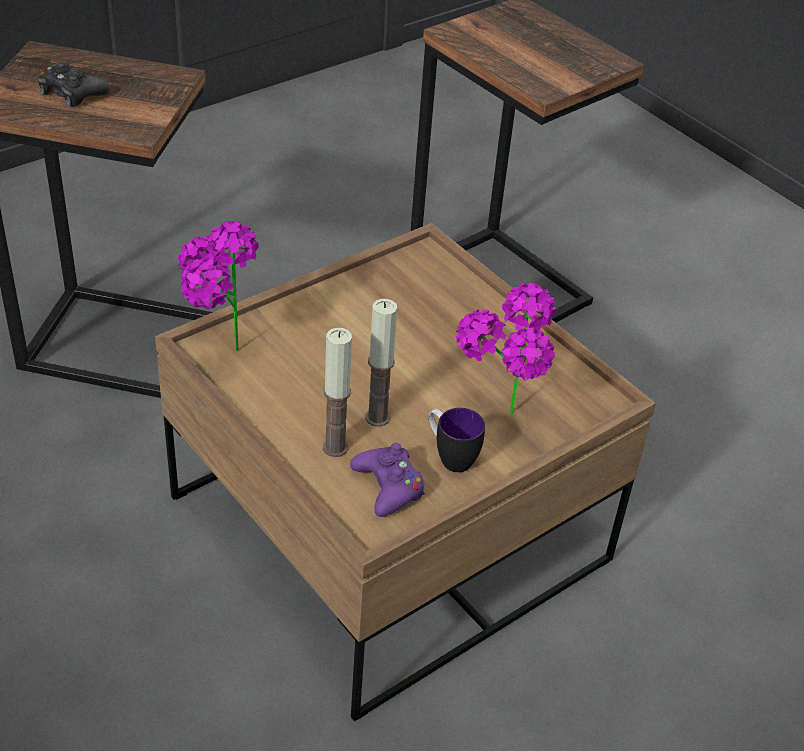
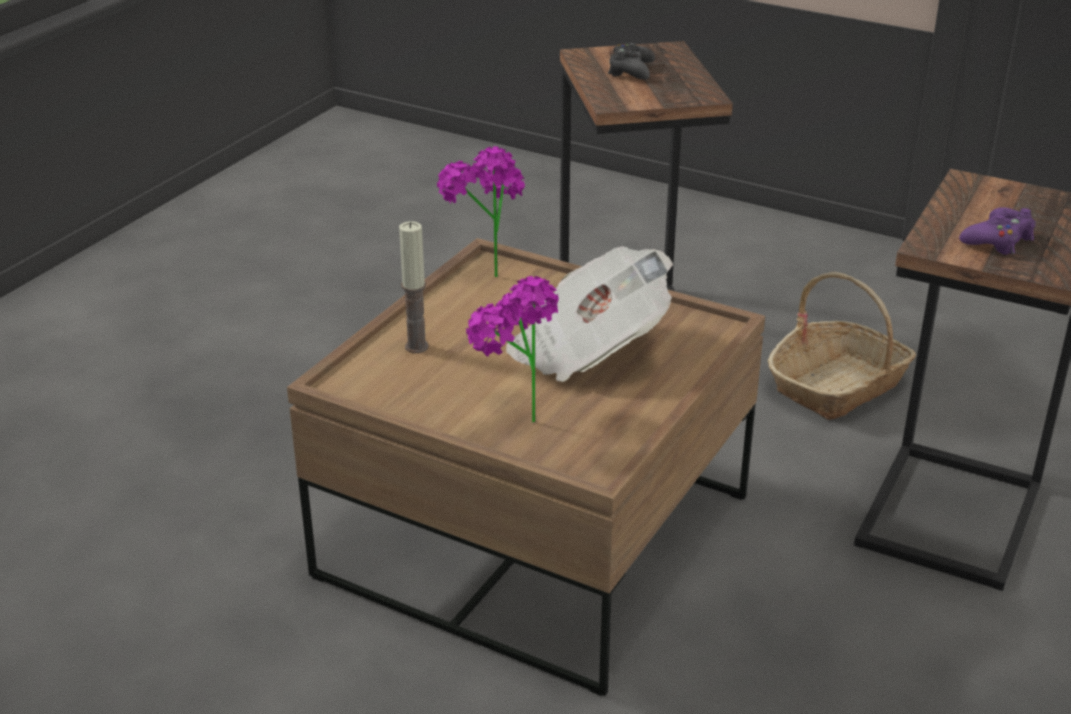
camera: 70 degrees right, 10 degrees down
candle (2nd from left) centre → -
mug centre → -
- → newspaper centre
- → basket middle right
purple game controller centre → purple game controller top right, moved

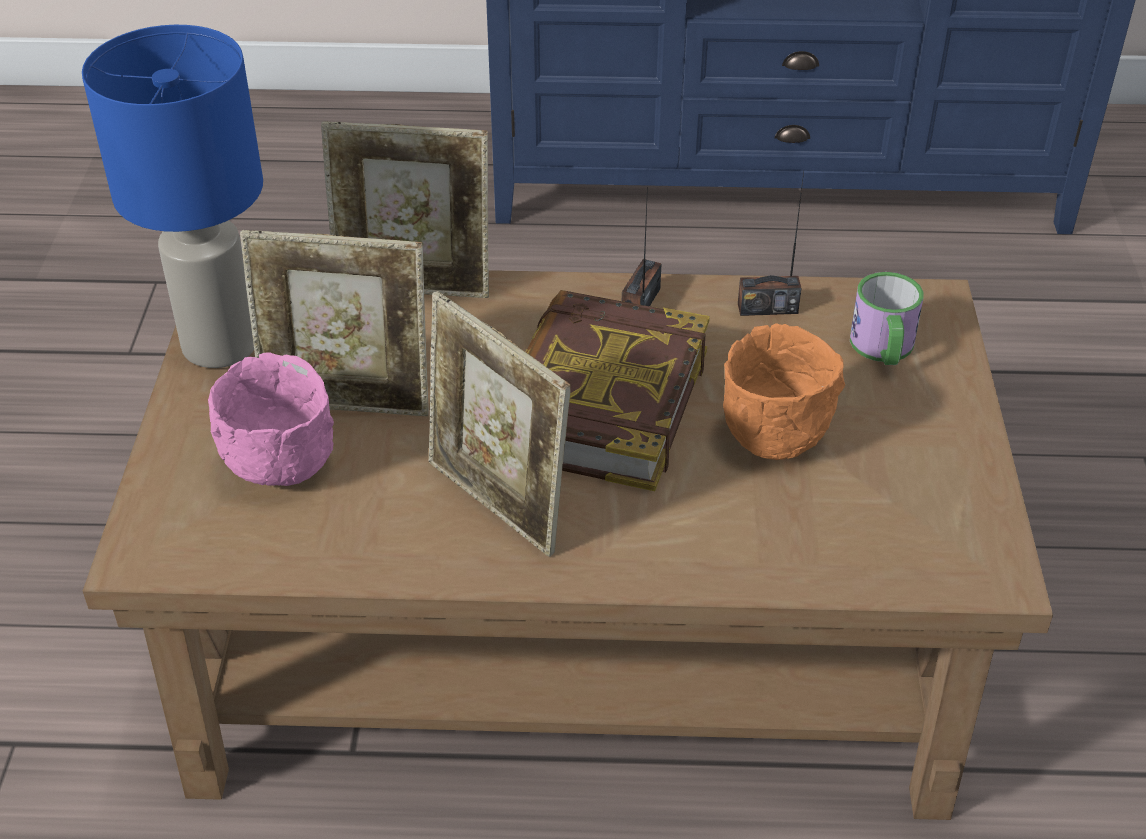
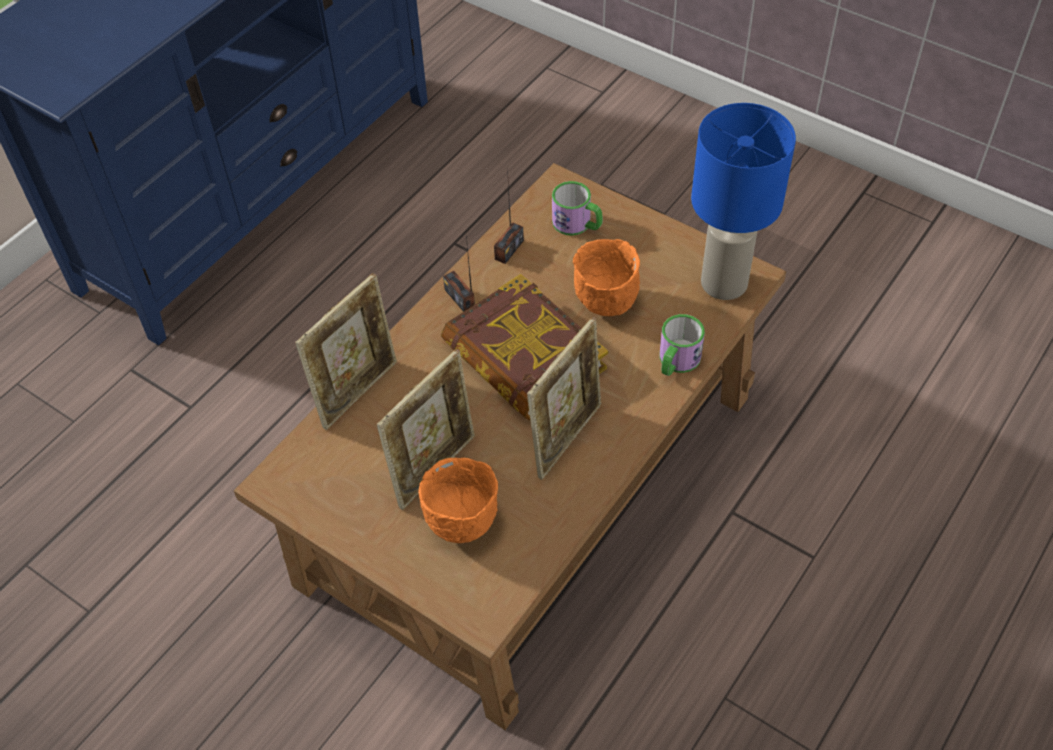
camera: 55 degrees left, 10 degrees up
- → mug (2nd from left) centre
blue table lamp top left → blue table lamp top right, moved
pink bowl middle left → orange bowl (1st from left) bottom centre
picture frame (3rd from left) centre, 45 degrees counterclockwise

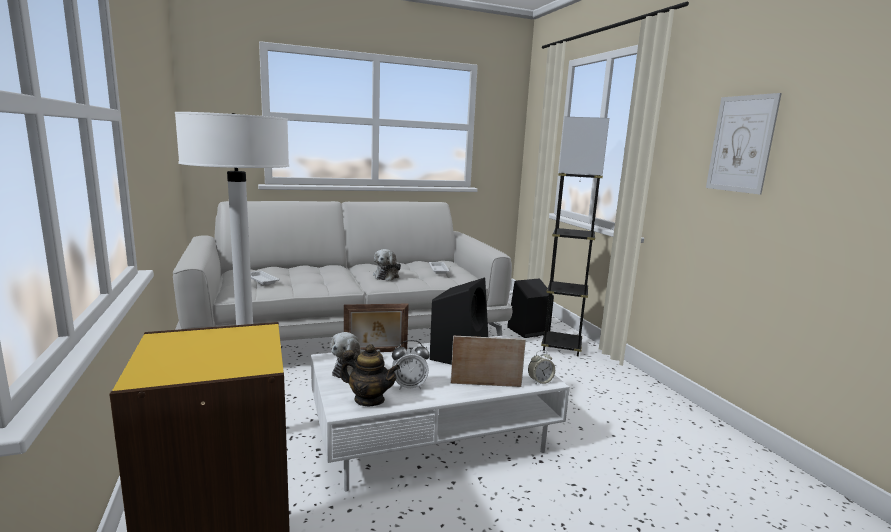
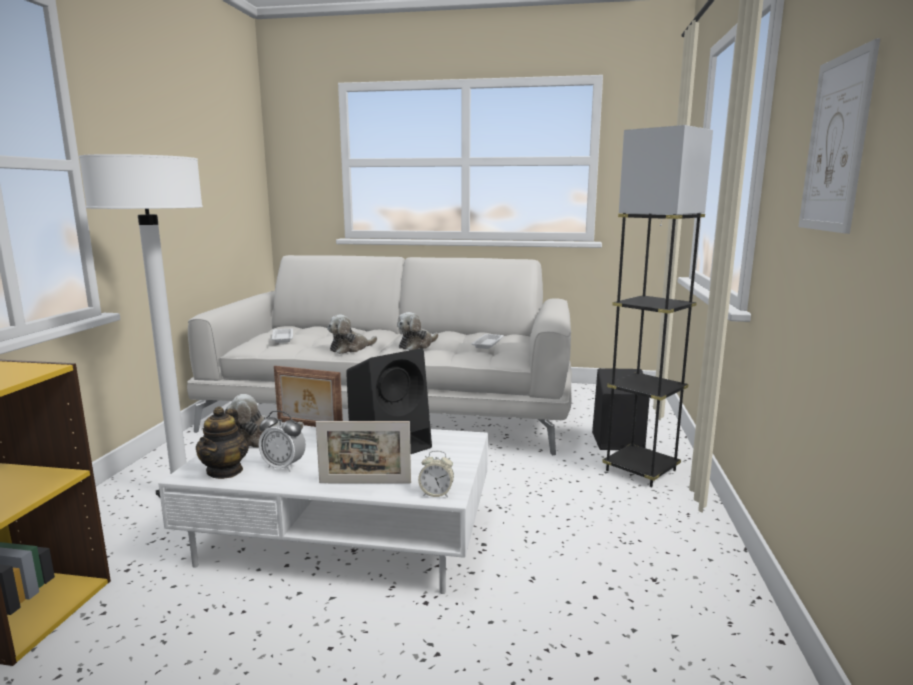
camera: 30 degrees right, 0 degrees up
- → plush toy (2nd from left) centre
teapot bottom centre → teapot middle left, 45 degrees clockwise
picture frame (2nd from left) bottom centre → picture frame (2nd from left) centre, 150 degrees clockwise

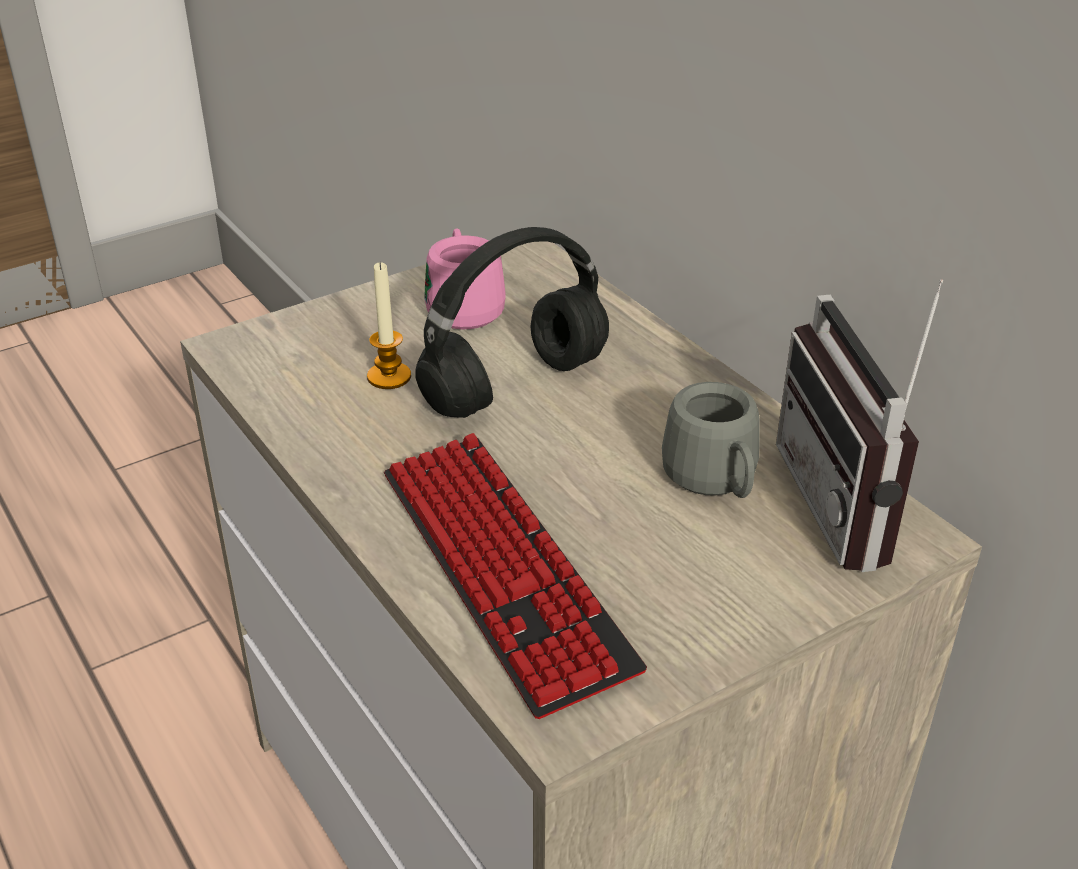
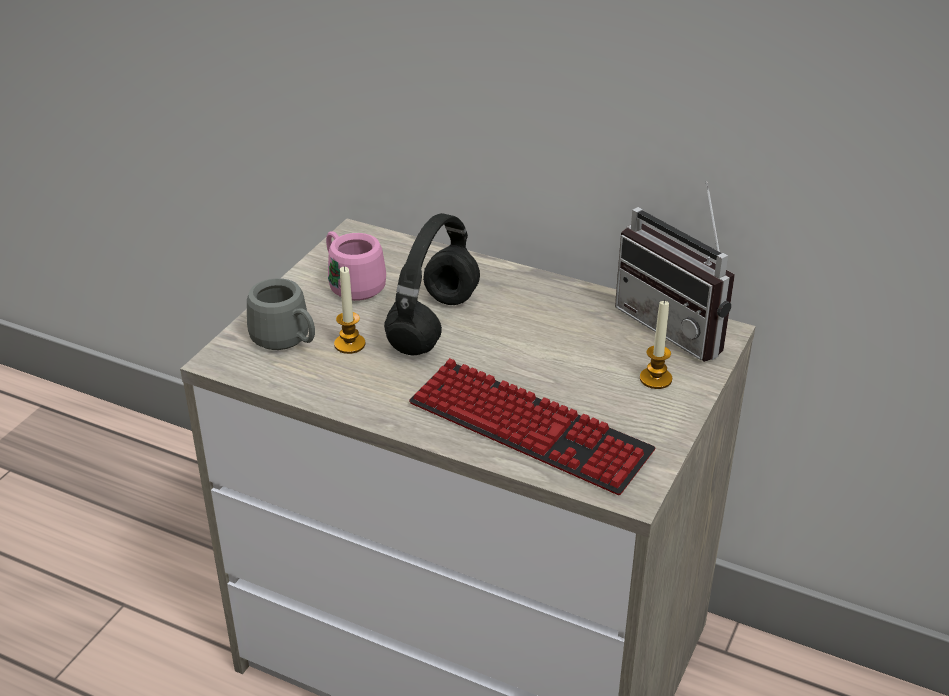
camera: 30 degrees left, 0 degrees up
- → candle (2nd from left) middle right
grey mug centre → grey mug middle left, moved

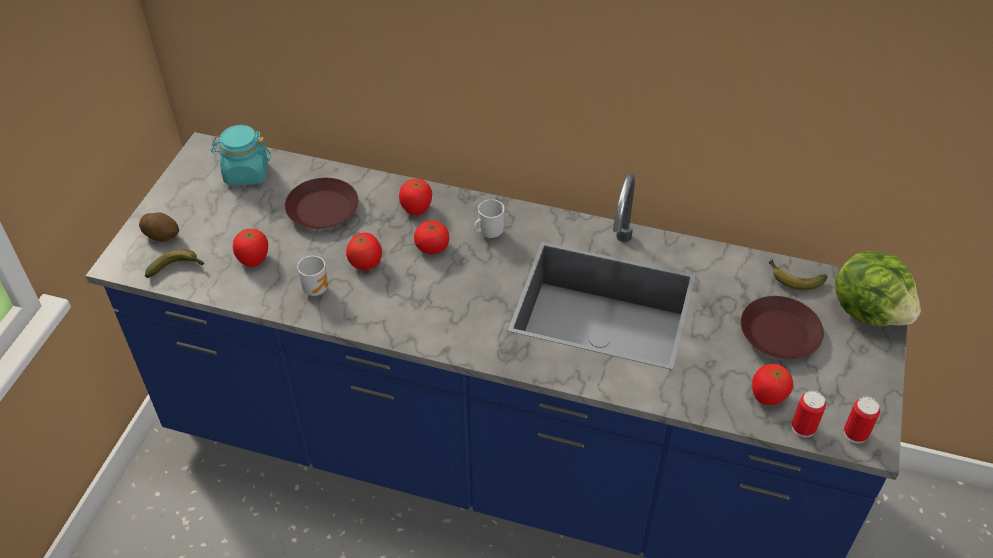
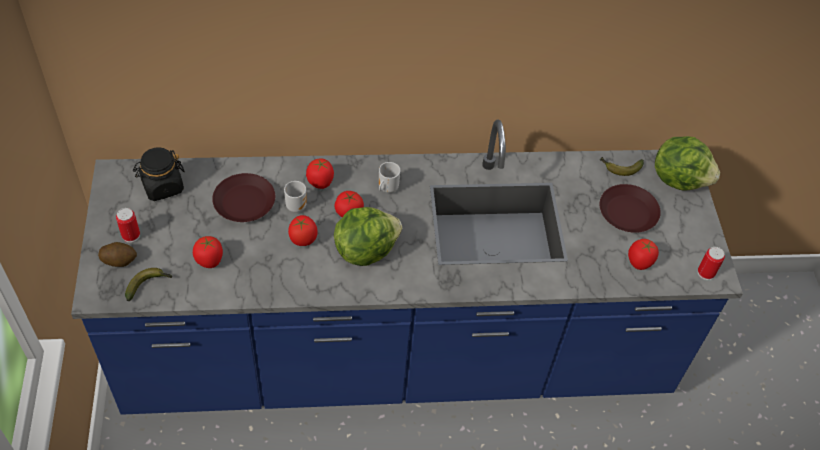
camera: 25 degrees left, 5 degrees up
- → lettuce (1st from left) centre
mug (1st from left) middle left → mug (1st from left) centre, moved
can (1st from left) bottom right → can (1st from left) middle left, moved
turquoise jar top left → black jar middle left

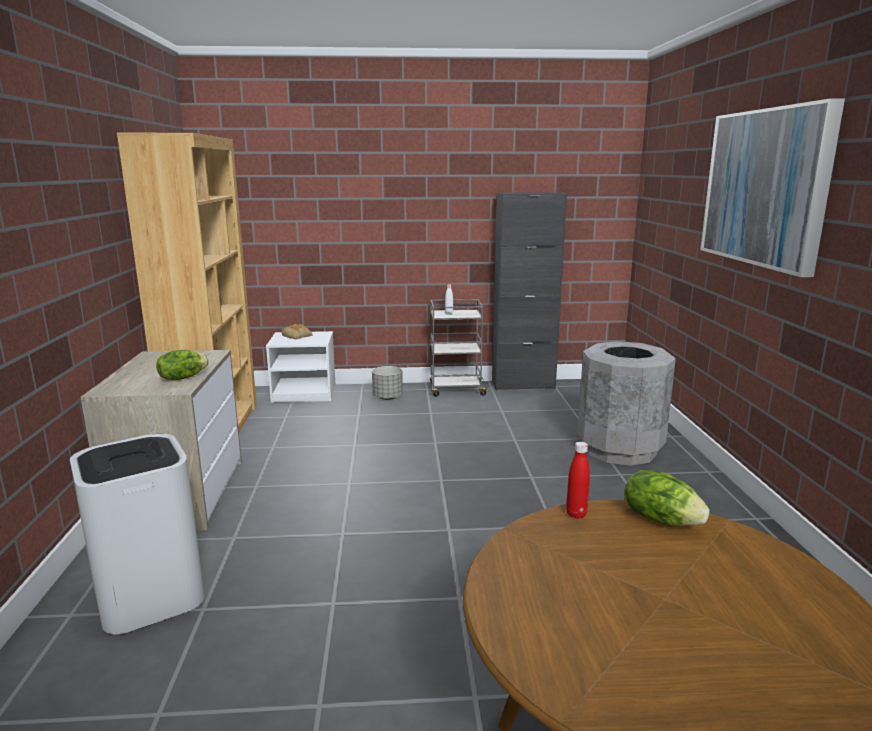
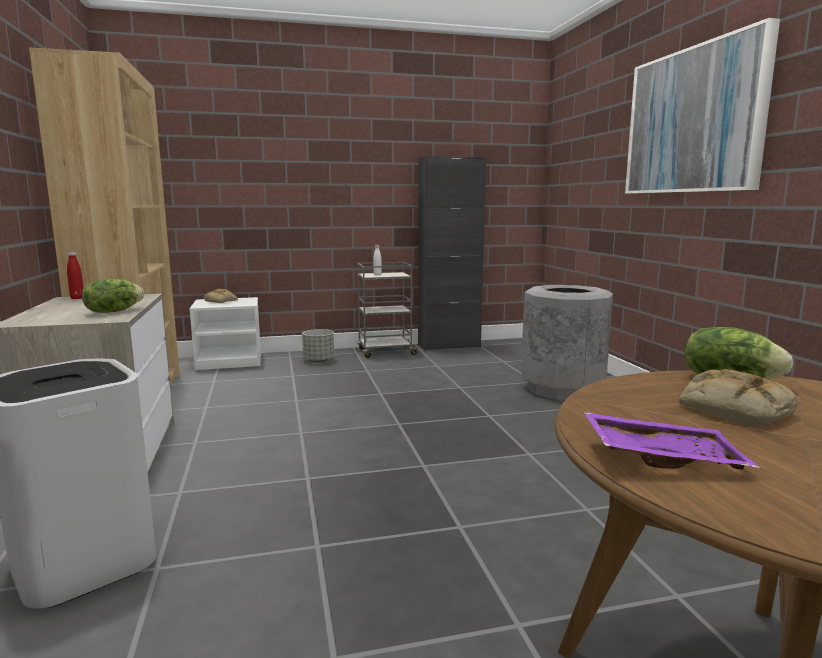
camera: 10 degrees left, 5 degrees down
- → purple tray bottom right
- → bread (2nd from left) middle right
red bottle centre → red bottle middle left, moved

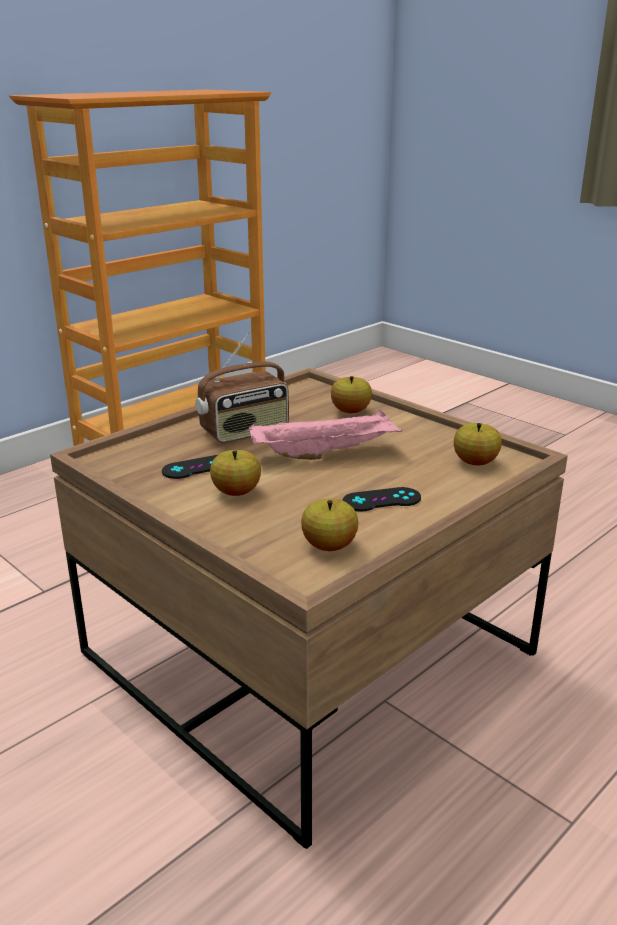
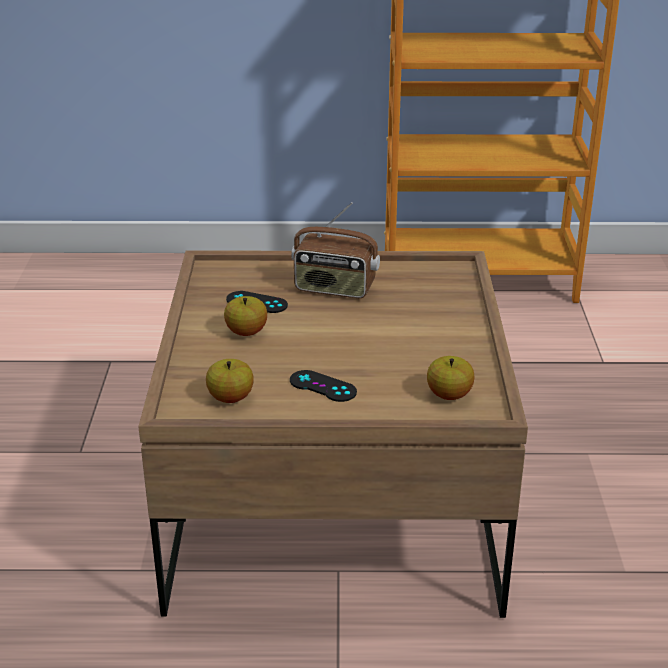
camera: 45 degrees right, 5 degrees up
pink tray centre → -
apple (3rd from left) centre → -

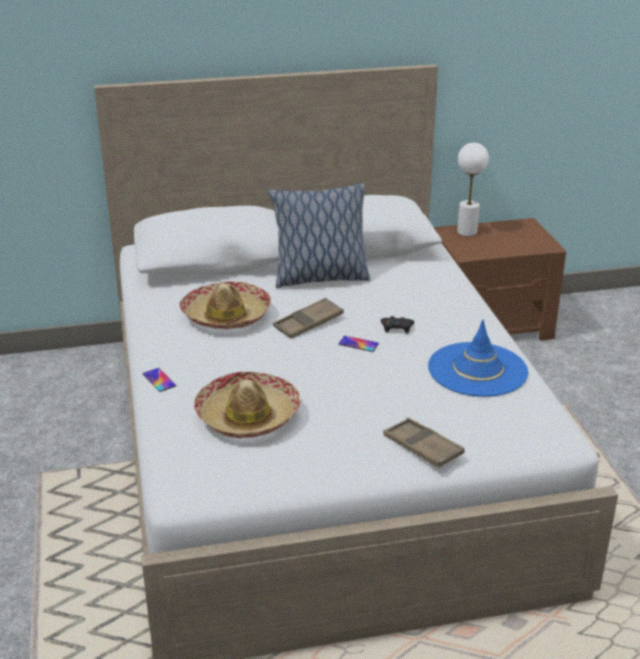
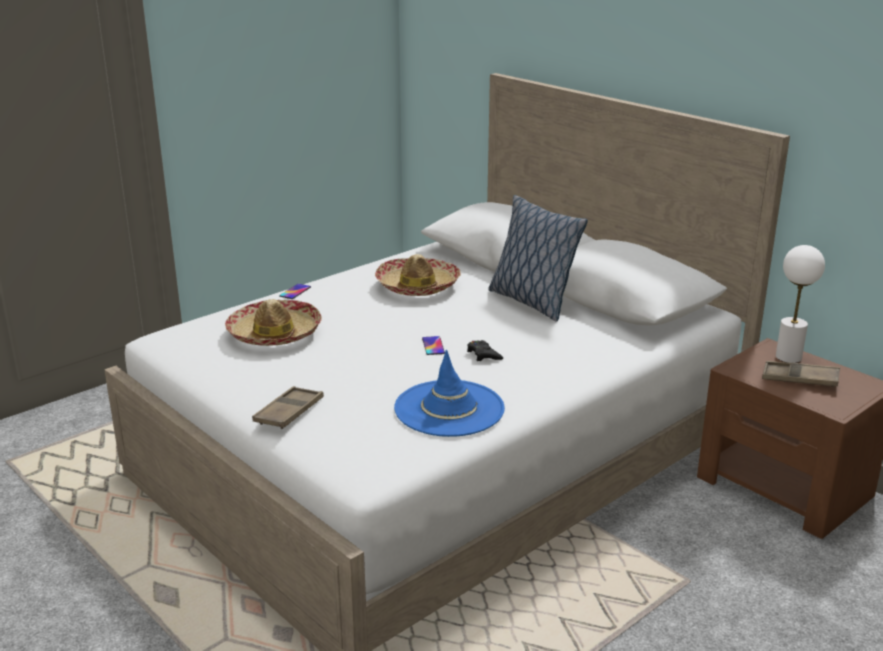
camera: 60 degrees right, 5 degrees down
brown tray (1st from left in the first image) centre → brown tray (2nd from left) middle right, moved

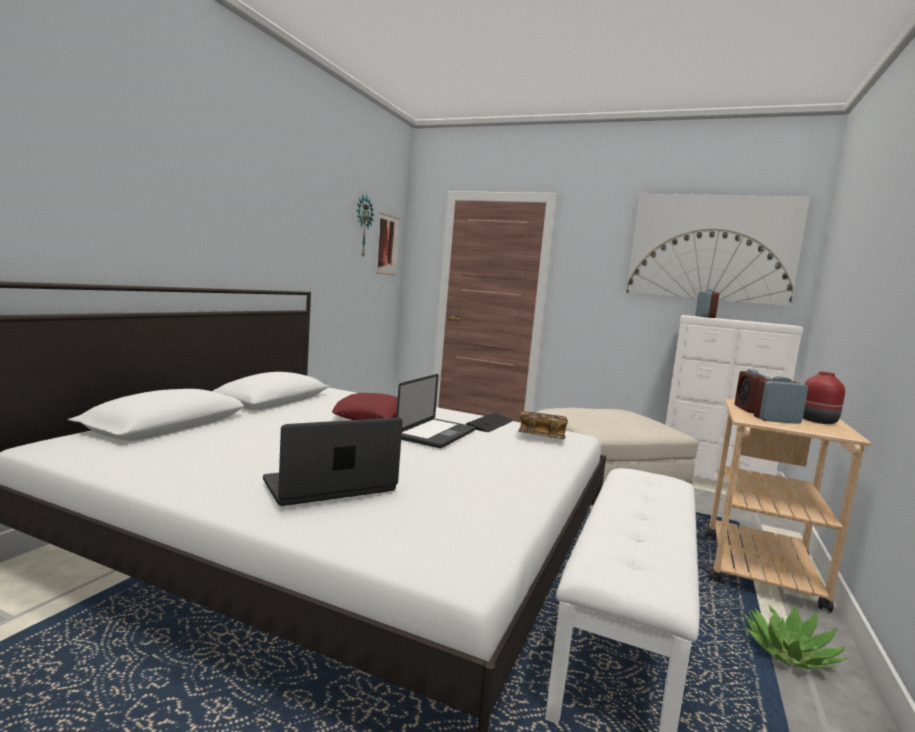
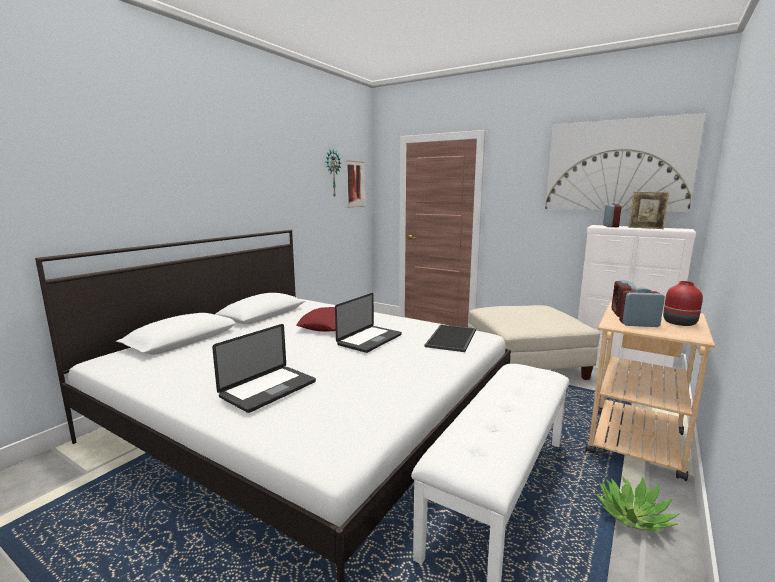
camera: 10 degrees right, 5 degrees up
keyboard centre → -
- → picture frame middle right
book centre → tray centre
laptop (1st from left) centre, 150 degrees clockwise

